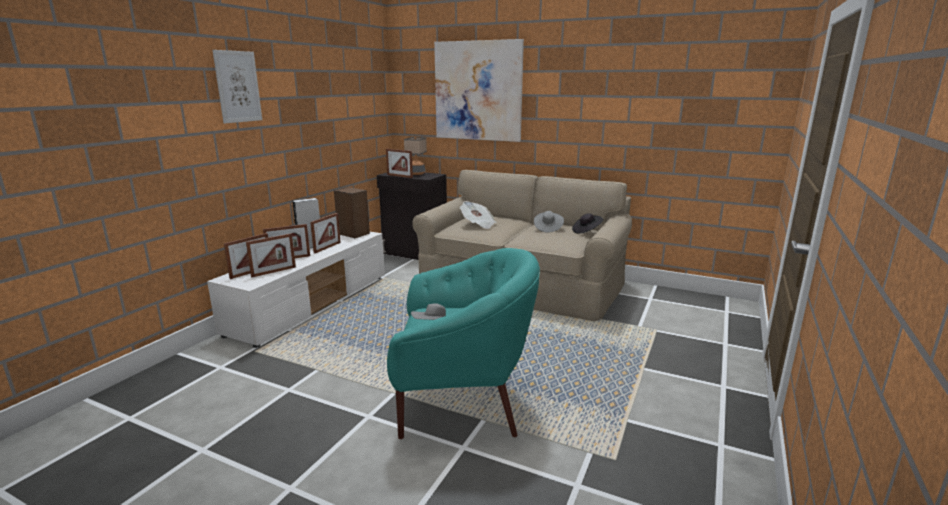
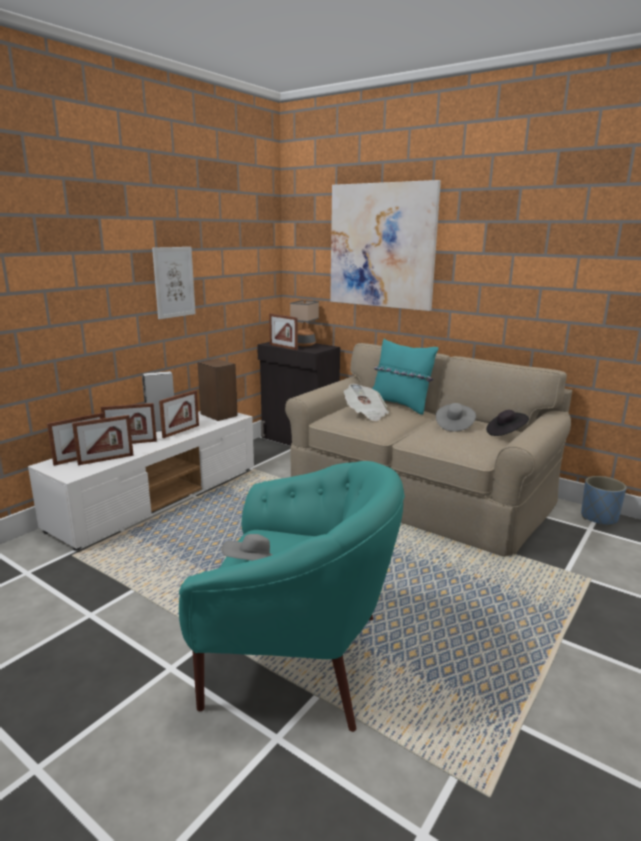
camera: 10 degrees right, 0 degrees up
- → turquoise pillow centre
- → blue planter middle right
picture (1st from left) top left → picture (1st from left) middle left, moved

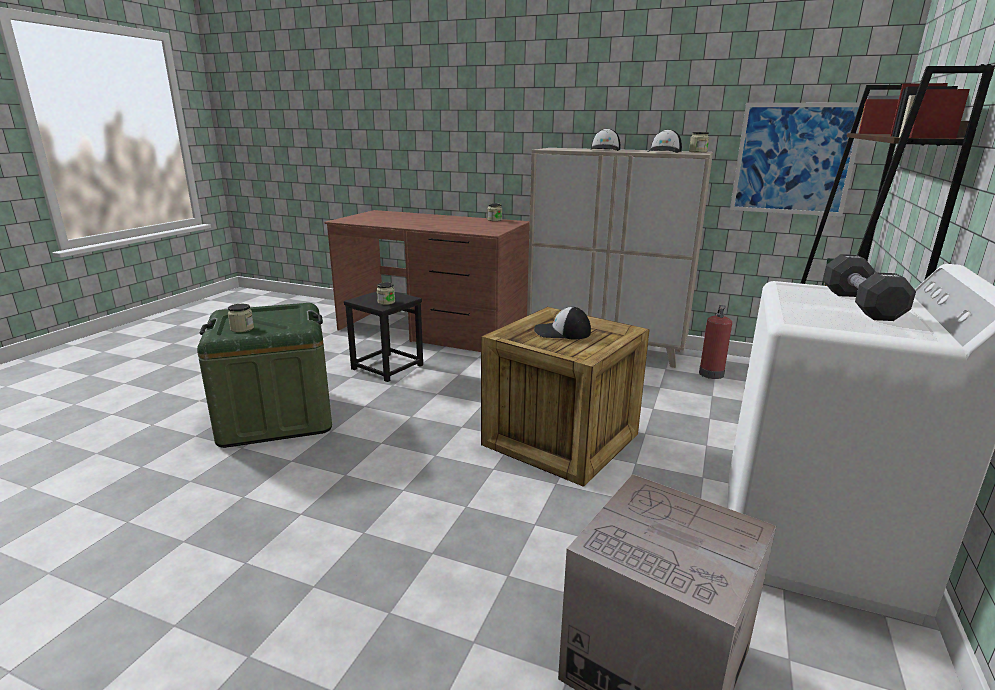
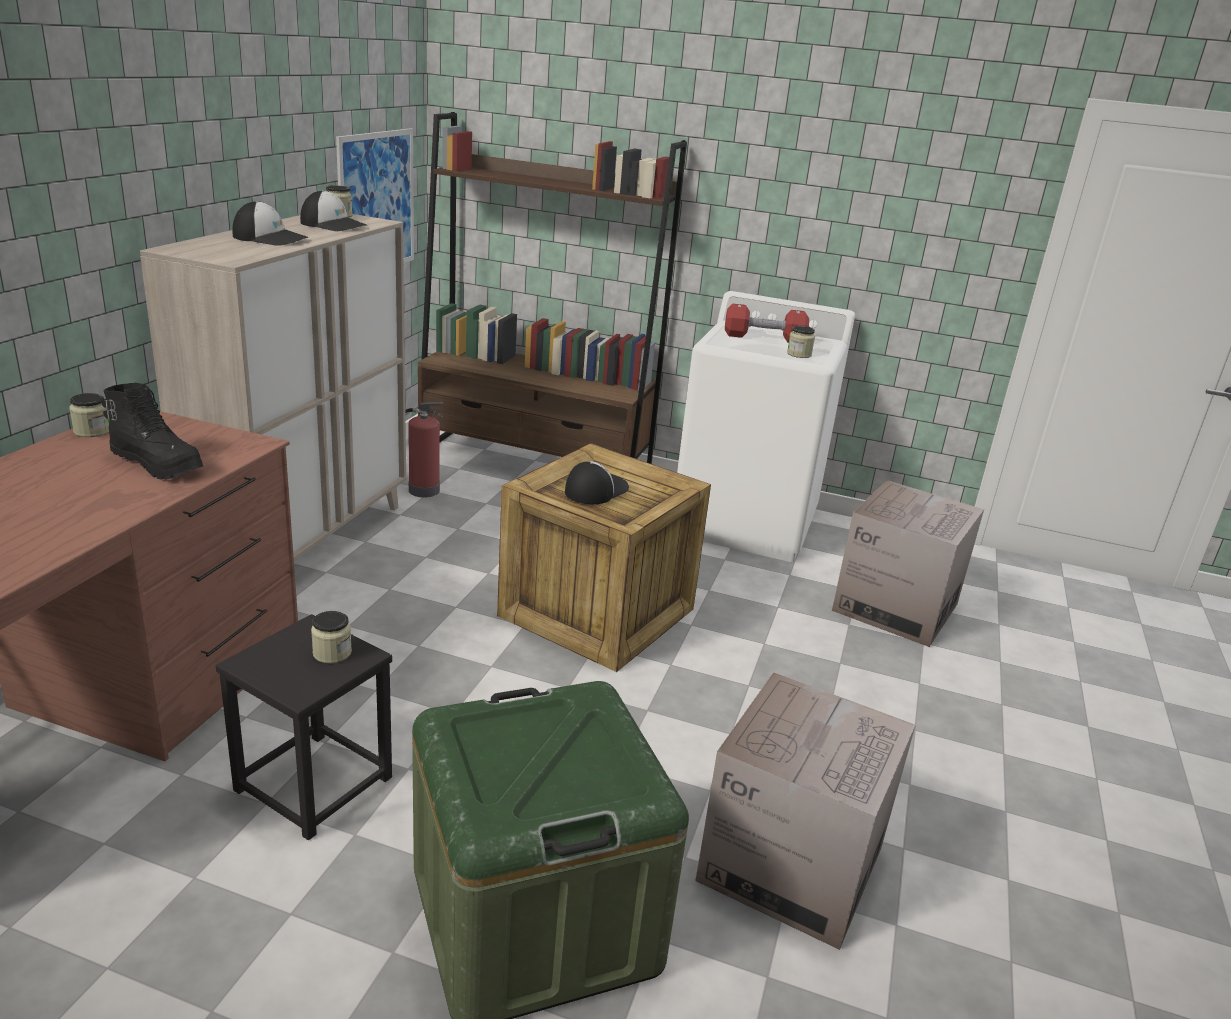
camera: 95 degrees left, 5 degrees up
- → black boot middle left
- → cardboard box (1st from left) bottom centre
jar (1st from left in the first image) middle left → jar (4th from left) centre, moved
black dumbbell middle right → red dumbbell top centre
cap (1st from left in the first image) centre → cap (3rd from left) centre, 150 degrees counterclockwise

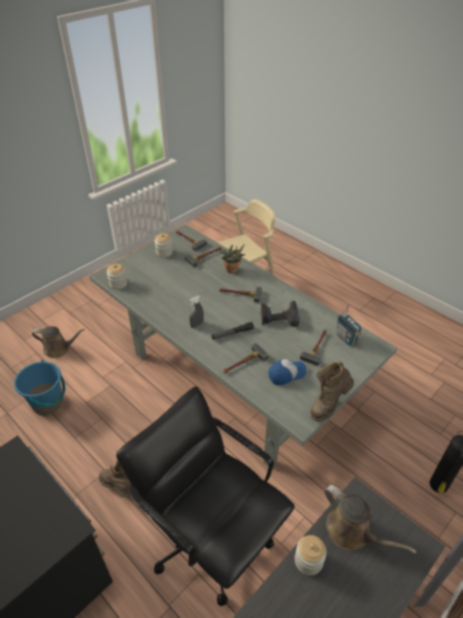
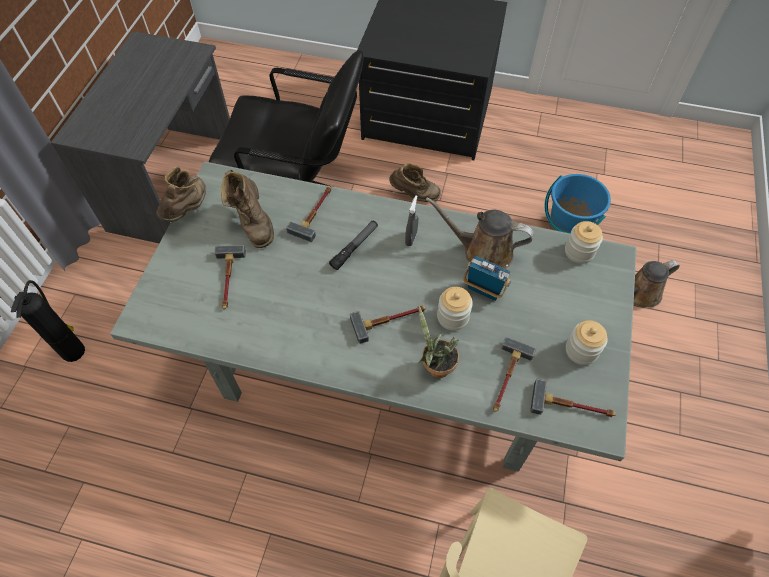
camera: 150 degrees right, 15 degrees up
power drill centre → -
jar (3rd from left in the first image) bottom right → jar (1st from left) centre, moved
brown watering can (2nd from left in the first image) bottom right → brown watering can (1st from left) centre, moved
radio middle right → radio centre, moved
cap centre → brown boot (2nd from left) middle left

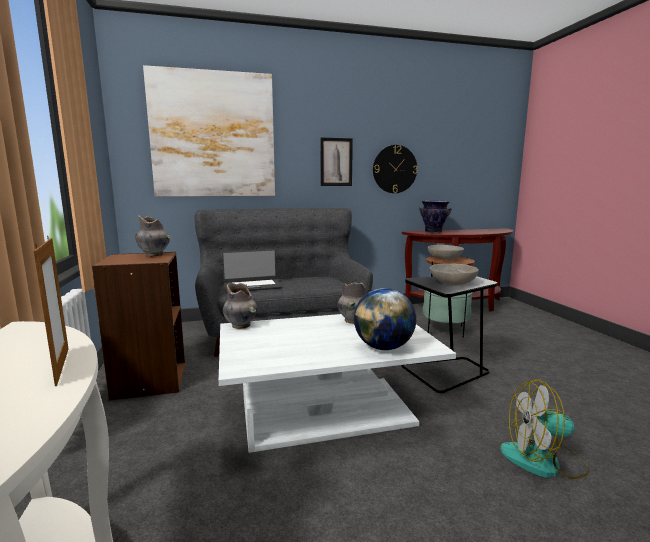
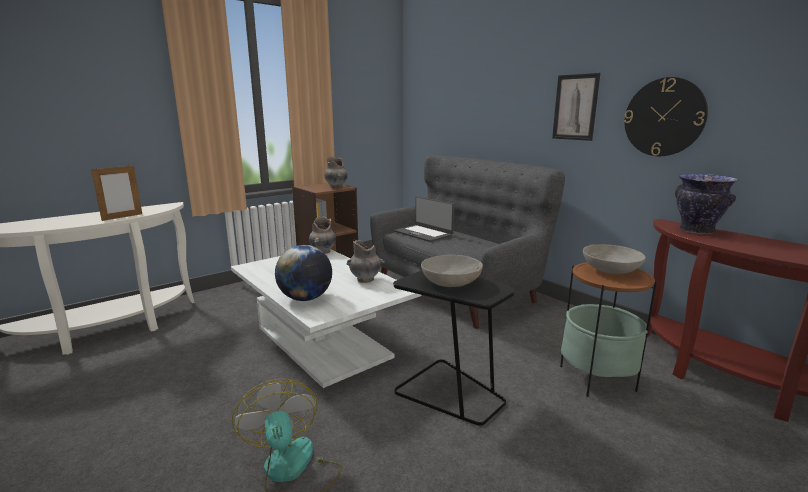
camera: 65 degrees right, 5 degrees up
picture (1st from left) top left → -

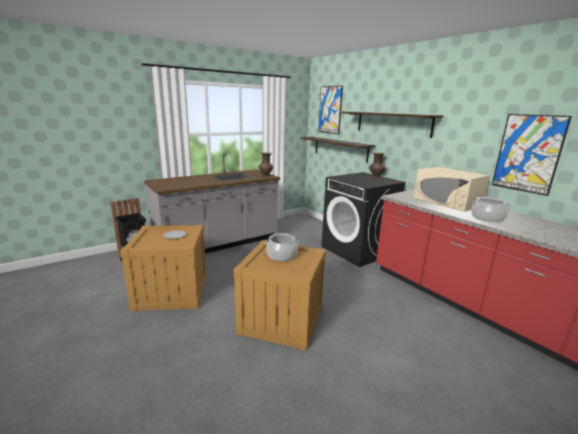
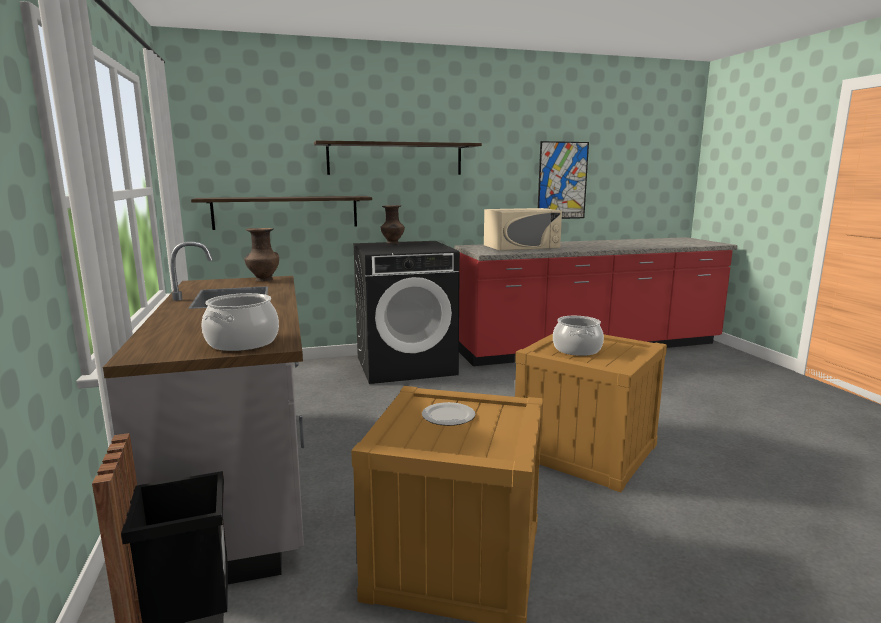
camera: 70 degrees left, 5 degrees down
picture (1st from left) top centre → -
cooking pot (2nd from left in the first image) middle right → cooking pot (1st from left) middle left, moved

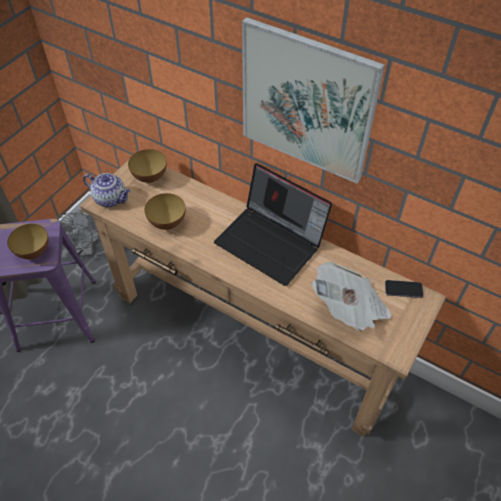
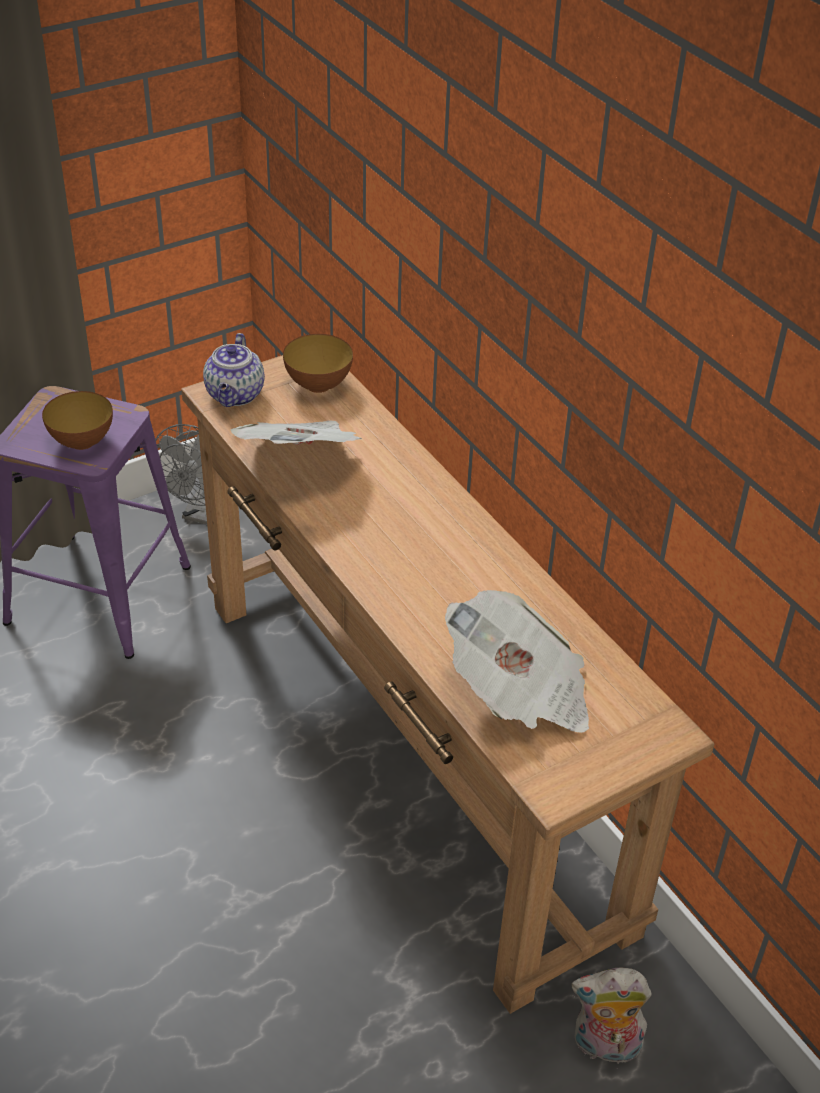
camera: 25 degrees right, 10 degrees down
laptop centre → -
picture top centre → -
phone middle right → -
- → plush toy bottom right
bowl (3rd from left) middle left → newspaper (1st from left) centre
teapot middle left, 45 degrees clockwise

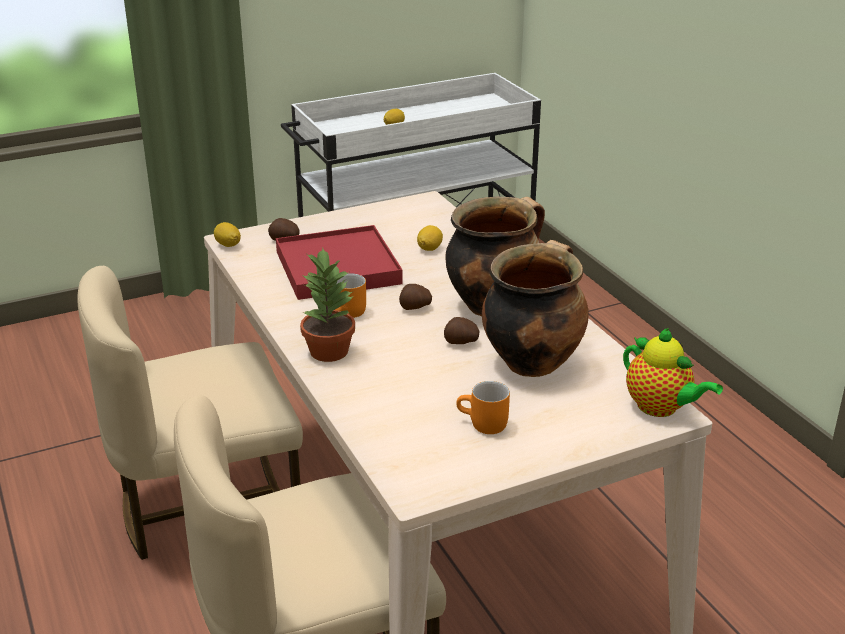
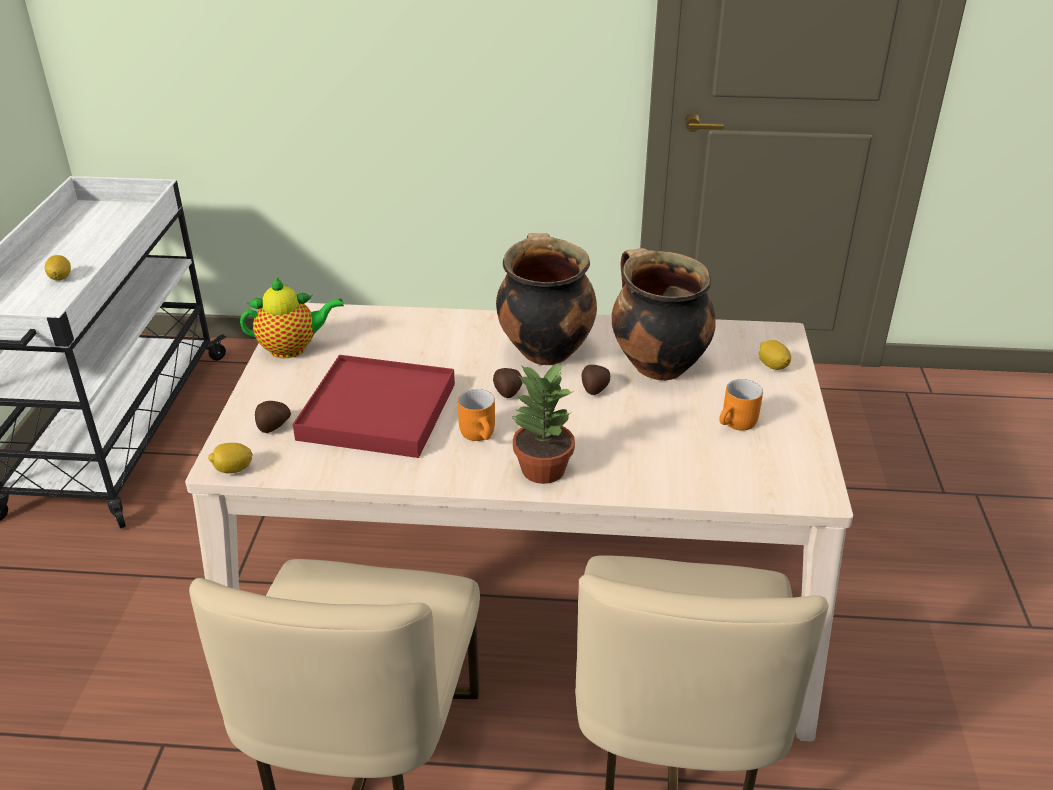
camera: 60 degrees left, 5 degrees up
lemon (3rd from left) centre → lemon (3rd from left) middle right, moved
teapot middle right → teapot middle left, moved

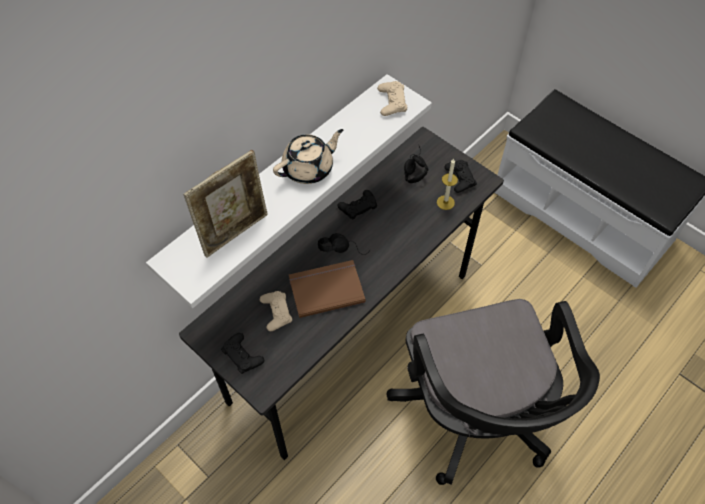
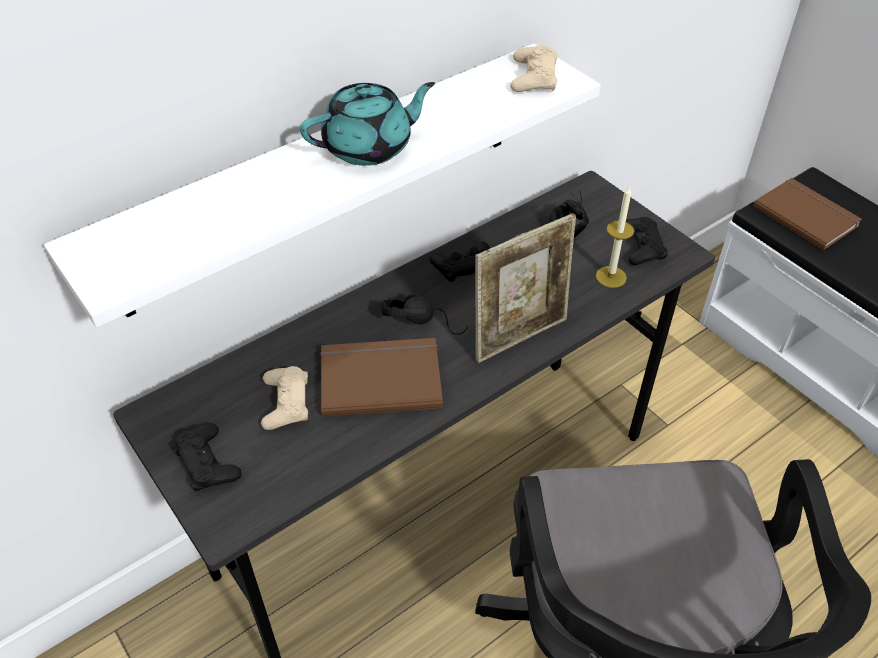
camera: 10 degrees right, 10 degrees down
- → brown book (2nd from left) top right
picture frame middle left → picture frame centre, moved
beige teapot top centre → turquoise teapot top centre

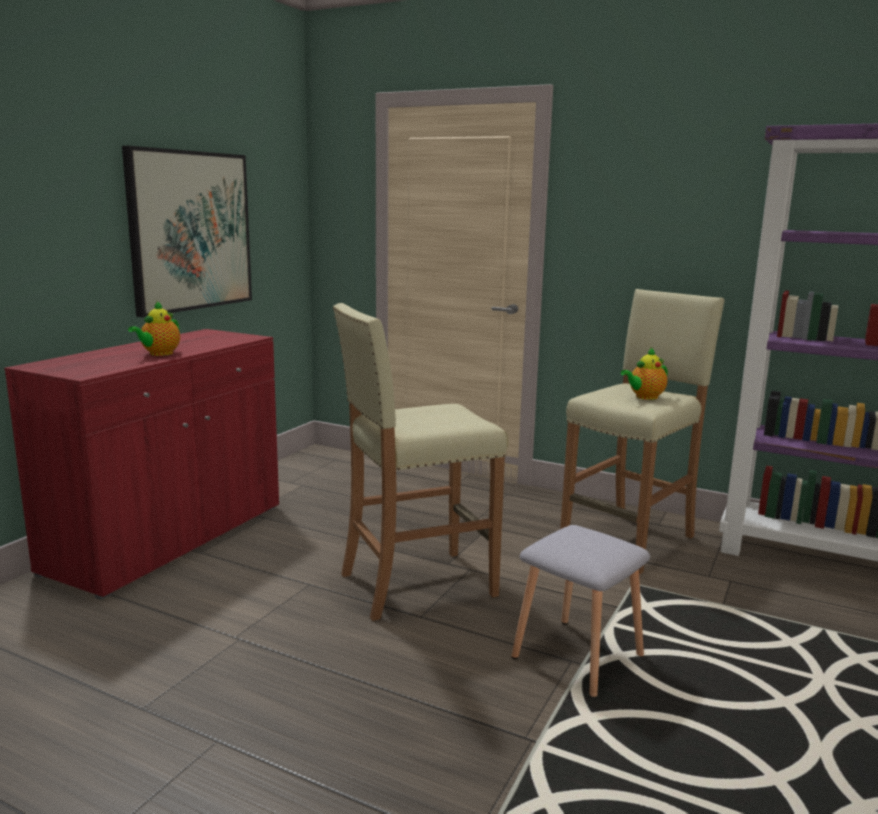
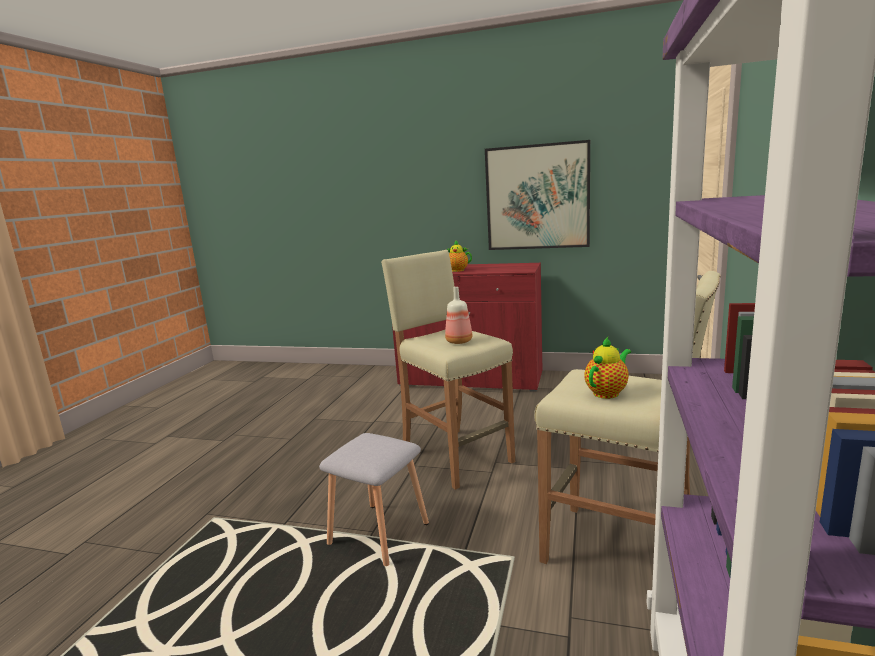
camera: 80 degrees right, 0 degrees up
- → bottle centre
teapot (2nd from left) middle right, 90 degrees clockwise

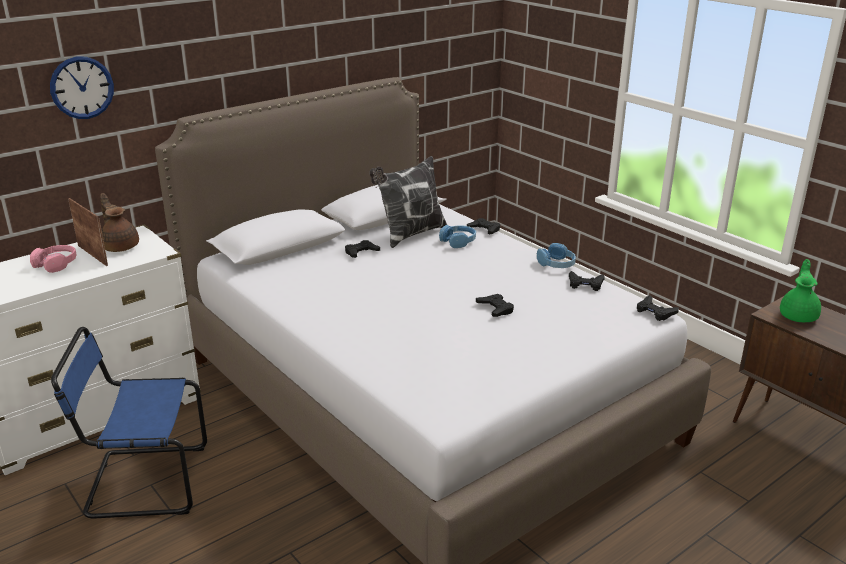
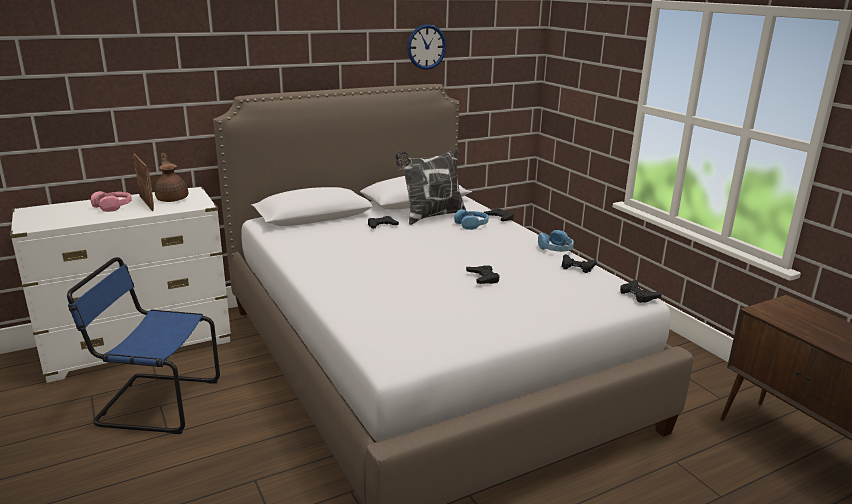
camera: 10 degrees right, 5 degrees down
green teapot middle right → -
wall clock top left → wall clock top centre, moved

